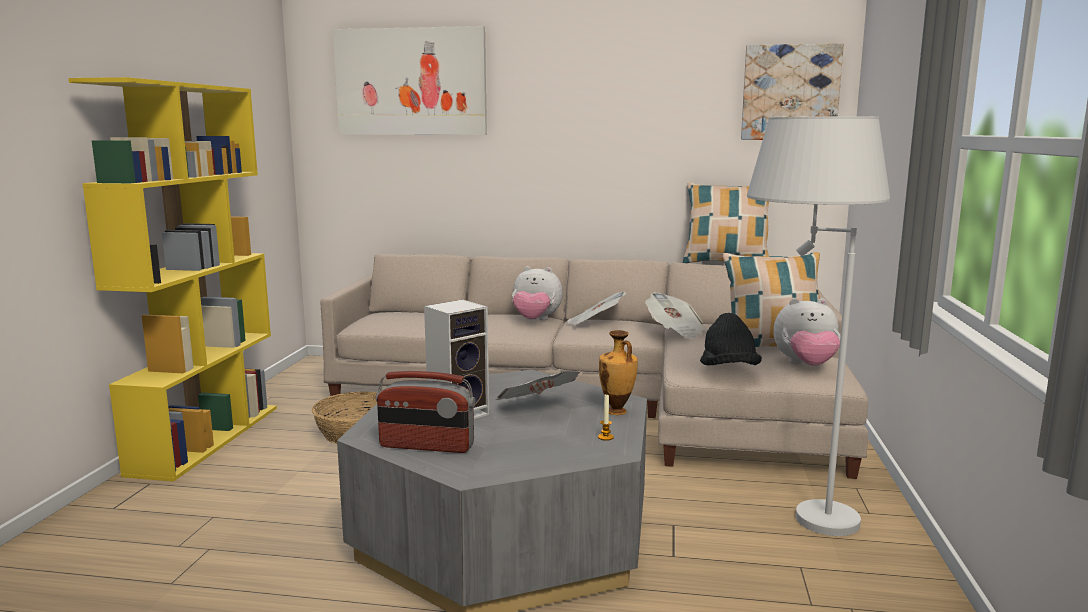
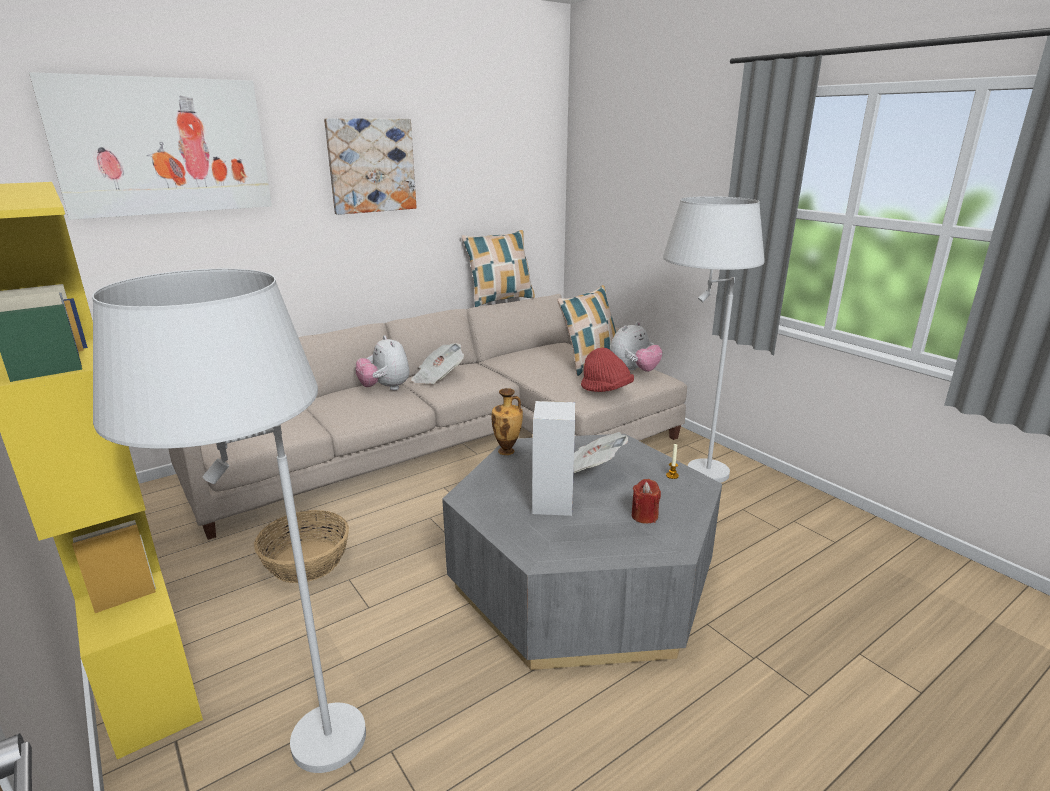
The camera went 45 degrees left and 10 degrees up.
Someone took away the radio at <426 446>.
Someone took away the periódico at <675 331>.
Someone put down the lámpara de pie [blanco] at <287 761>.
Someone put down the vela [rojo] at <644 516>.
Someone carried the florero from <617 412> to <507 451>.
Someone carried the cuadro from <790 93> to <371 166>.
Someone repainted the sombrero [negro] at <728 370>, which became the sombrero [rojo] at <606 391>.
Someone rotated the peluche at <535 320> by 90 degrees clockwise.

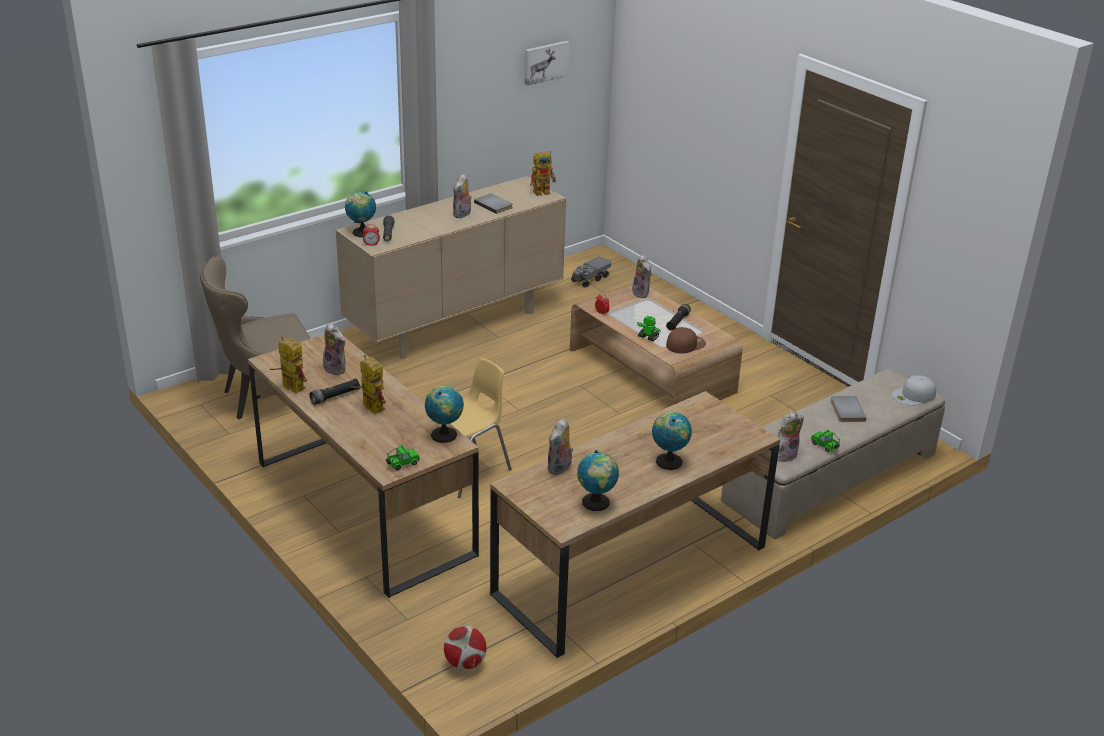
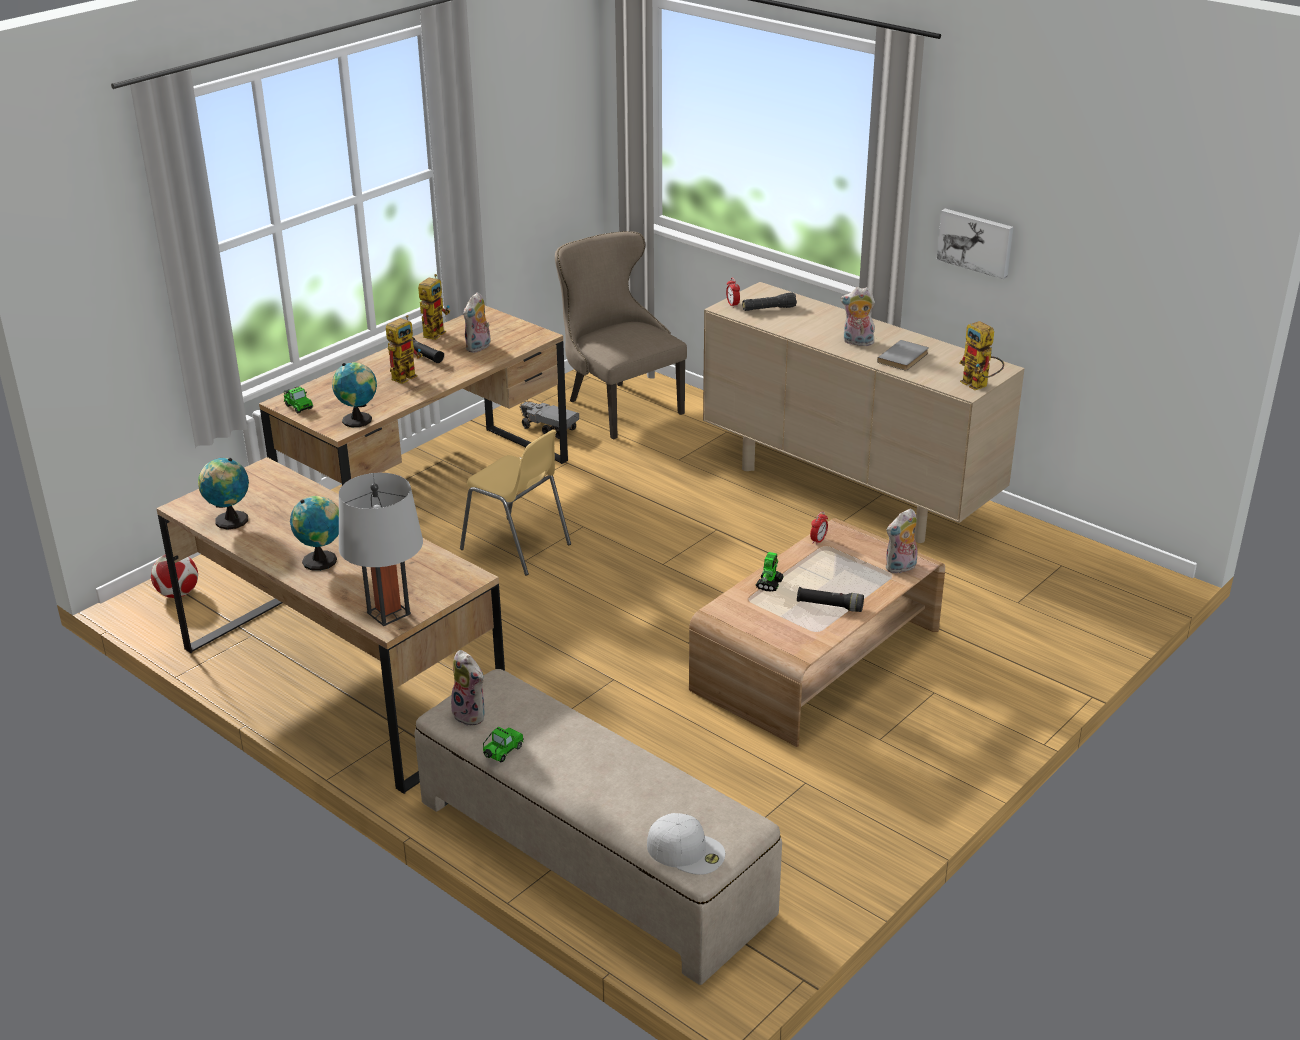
The camera went 80 degrees right and 0 degrees up.
Someone took away the globo terráqueo at <361 233>.
Someone took away the peluche at <560 468>.
Someone took away the gorra [marrón] at <685 344>.
Someone took away the libro [gris] at <846 410>.
Someone put down the lámpara de mesa [gris] at <388 613>.
Someone carried the cuadro from <545 62> to <976 242>.
Someone carried the camión de juguete from <590 279> to <549 429>.
Someone rotated the gorra [blanco] at <913 396> by 150 degrees clockwise.

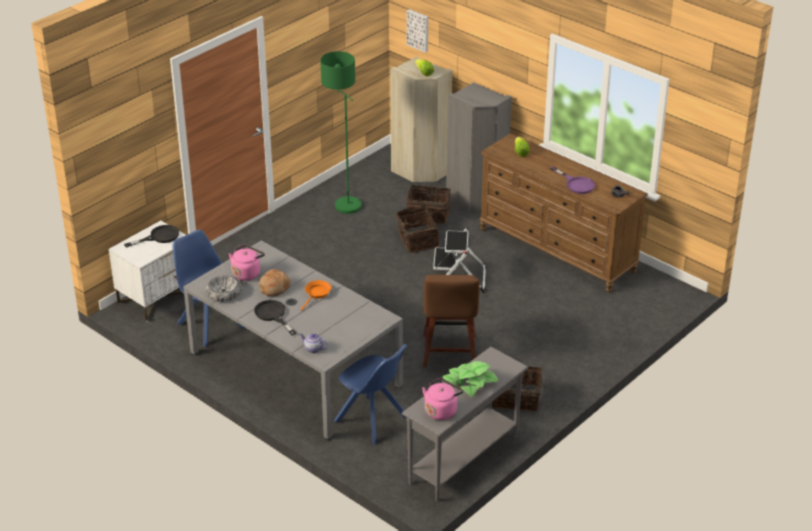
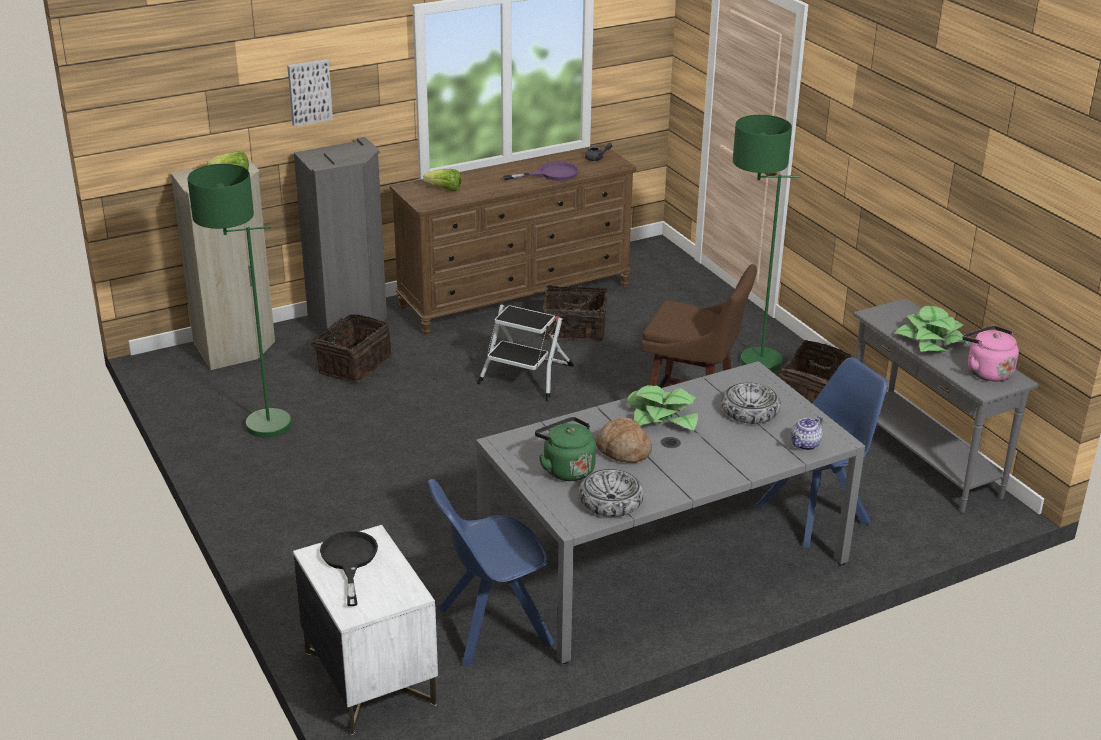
The camera went 70 degrees left and 5 degrees down.
Someone took away the sartén [negro] at <273 315>.
Someone put down the cuenco at <750 411>.
Someone put down the lámpara de pie [verde] at <748 362>.
Someone carried the cesta from <416 240> to <574 330>.
Someone carried the cuadro from <418 30> to <309 91>.
Someone swapped the sartén [naranja] at <317 294> for the planta en maceta at <662 416>.
Someone repainted the hervidor [rosa] at <247 273>, which became the hervidor [verde] at <566 469>.

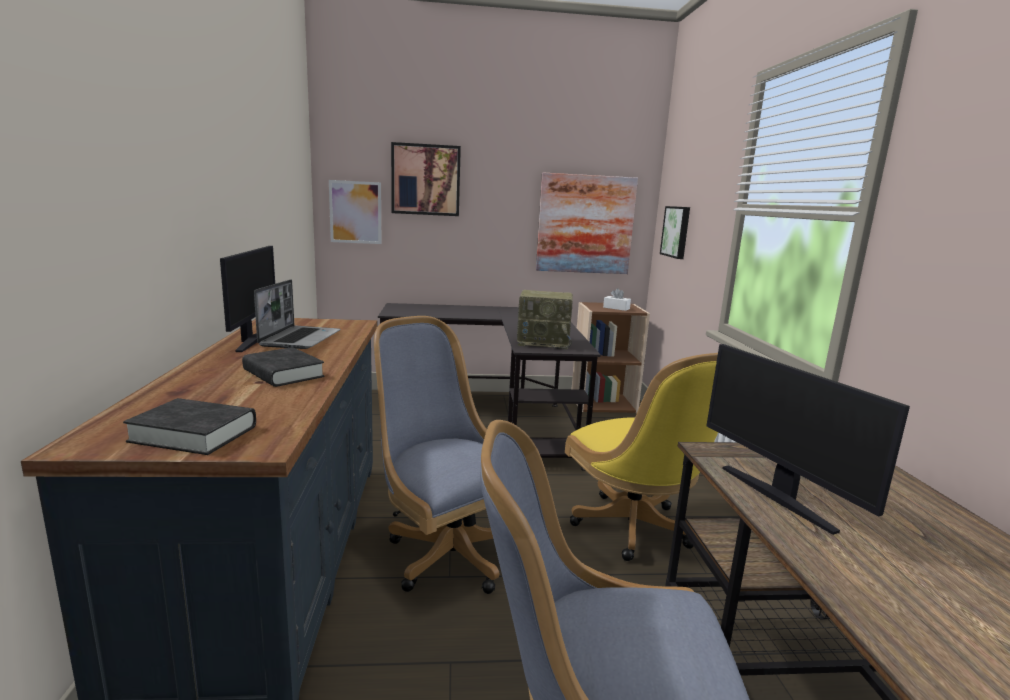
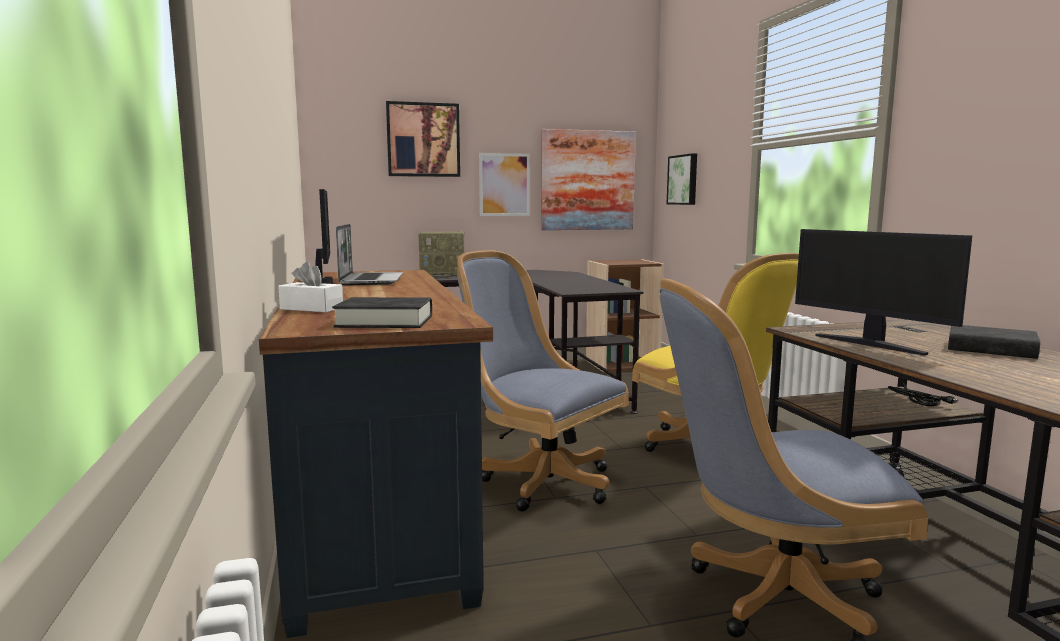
The camera went 10 degrees left and 5 degrees down.
Someone carried the libro [negro] from <283 373> to <991 349>.
Someone carried the cuadro from <355 212> to <504 184>.
Someone carried the radio from <544 342> to <443 274>.
Someone carried the caja de pañuelos [blanco] from <616 308> to <311 308>.

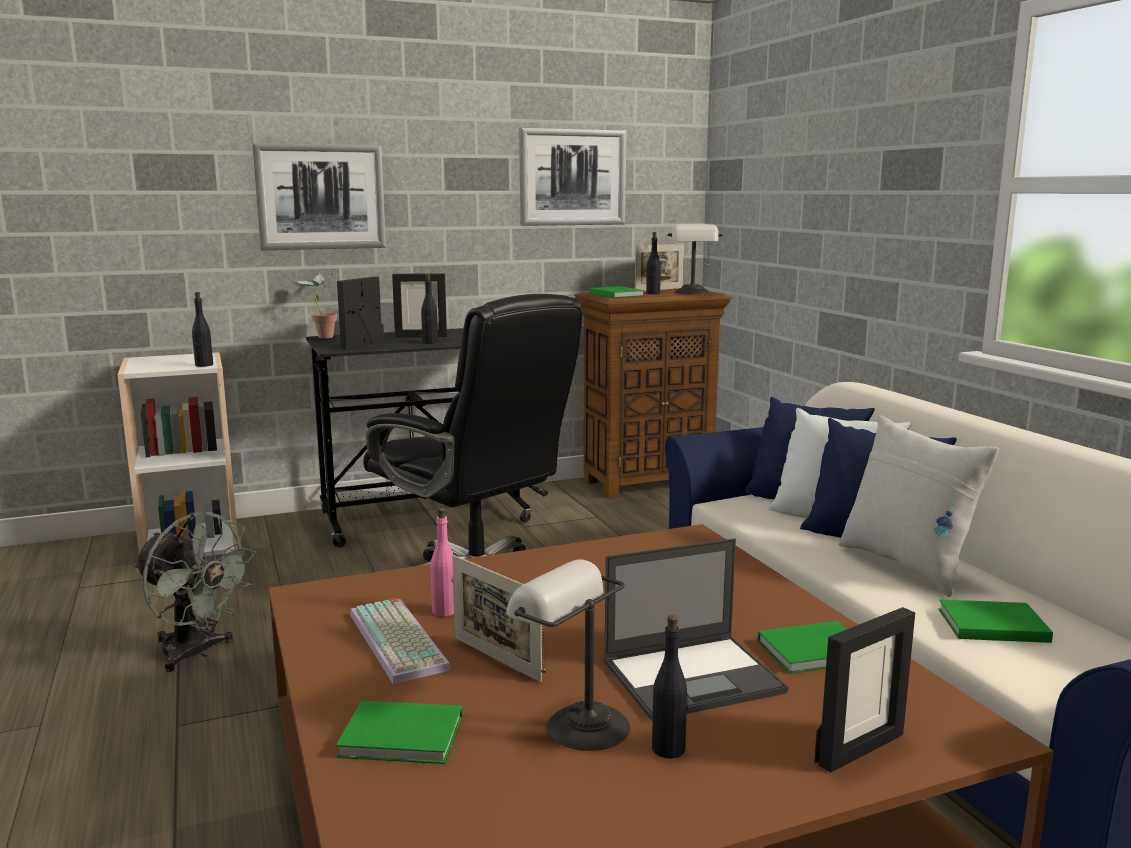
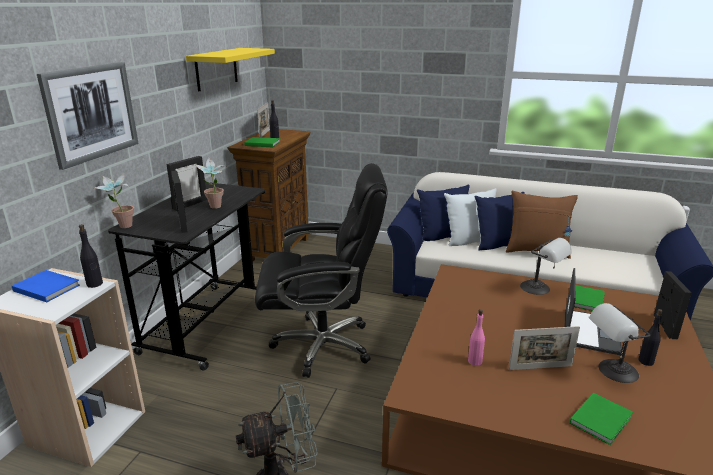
The camera went 50 degrees left and 10 degrees up.
Someone took away the teclado at <401 641>.
Someone took away the libro [verde] at <989 624>.
Someone put down the libro [azul] at <46 287>.
Someone carried the lámpara de mesa from <693 293> to <541 289>.
Someone swapped the botella [negro] at <430 342> for the planta en maceta at <215 208>.
Someone swapped the cuadro at <572 177> for the estante [amarillo] at <216 69>.
Someone repainted the cojín [gris] at <905 566>, which became the cojín [marrón] at <536 251>.

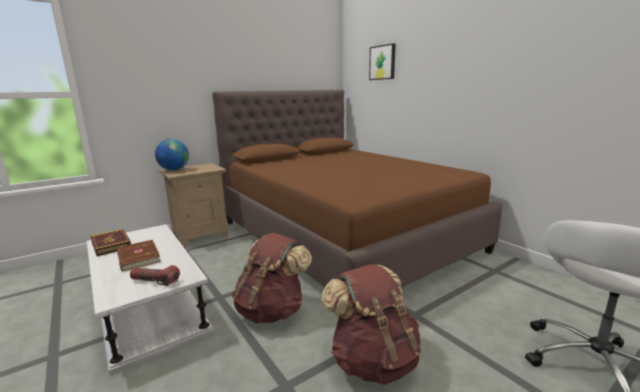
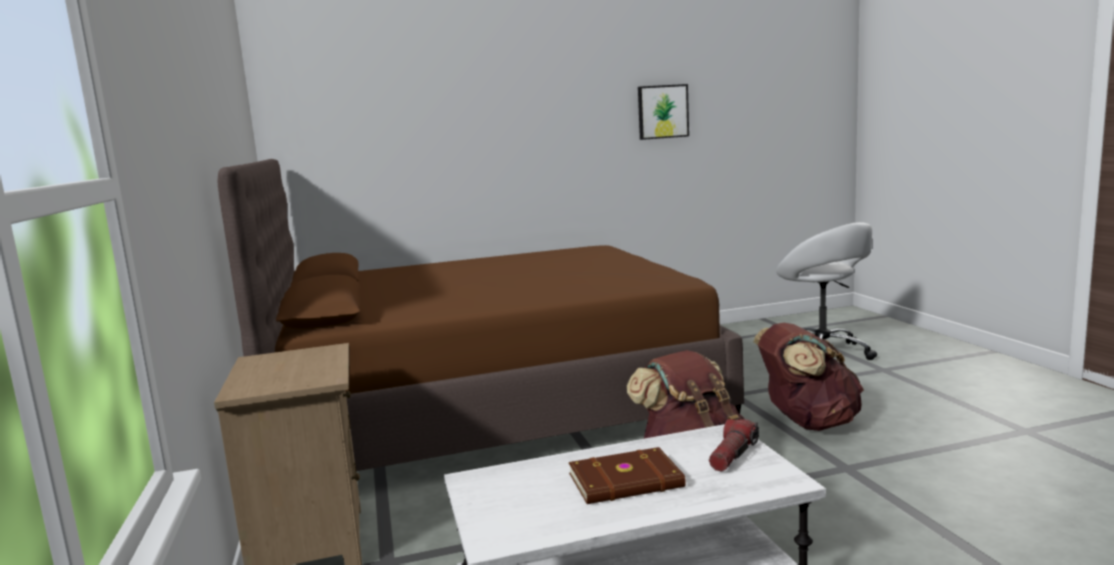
The camera went 70 degrees left and 5 degrees down.
Someone took away the libro at <111 244>.
Someone took away the globo terráqueo at <174 170>.
Someone carried the cuadro from <382 62> to <662 112>.

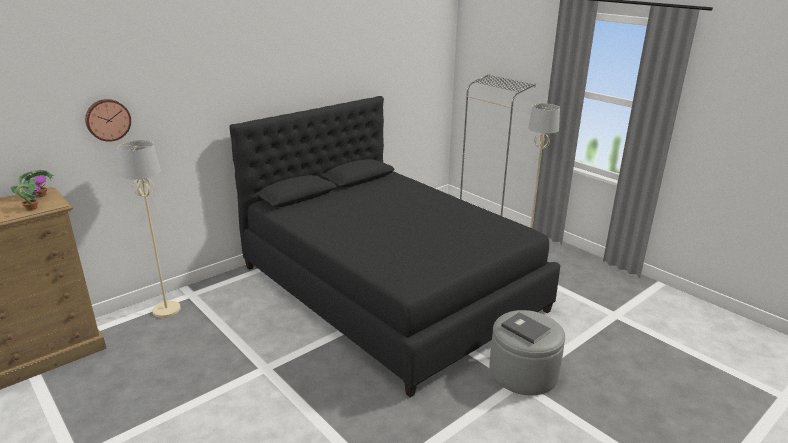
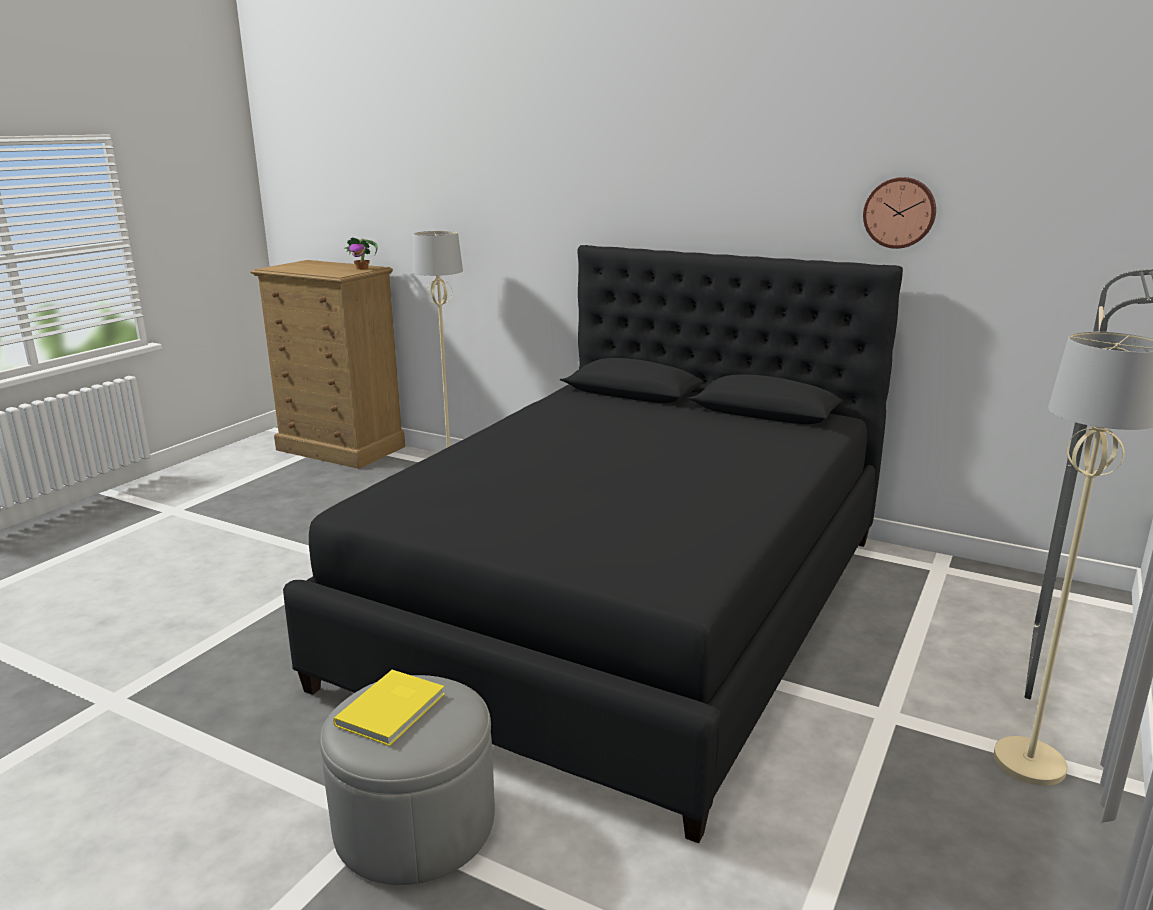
The camera went 70 degrees right and 5 degrees down.
Someone took away the planta en maceta at <31 208>.
Someone carried the reloj de pared from <107 119> to <899 212>.
Someone repainted the libro [gris] at <525 328>, which became the libro [amarillo] at <394 709>.

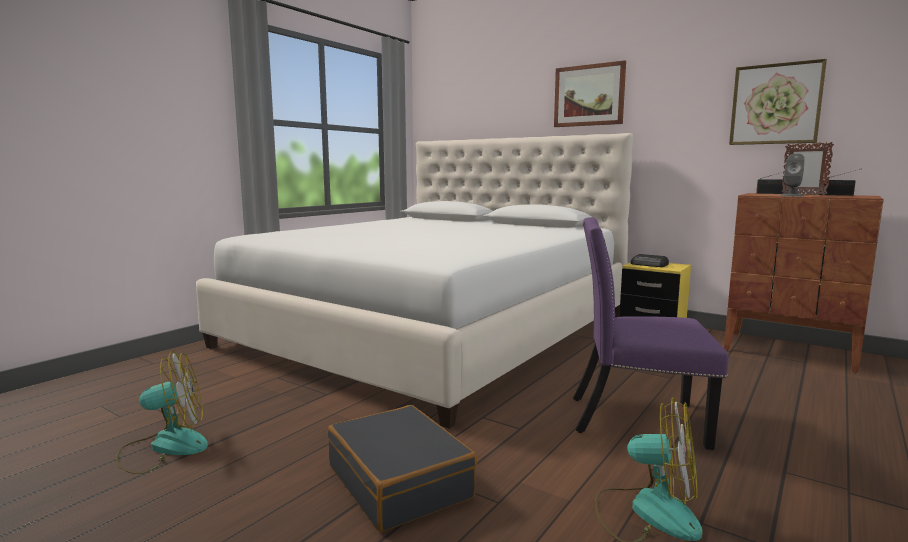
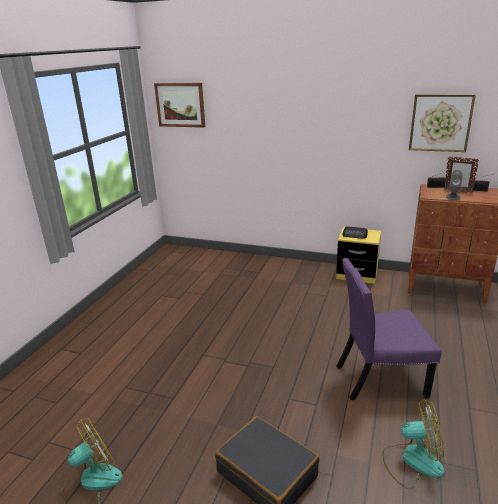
The camera went 15 degrees left and 15 degrees up.
Someone took away the cama [blanco] at <432 330>.
Someone carried the cuadro from <589 95> to <180 105>.

